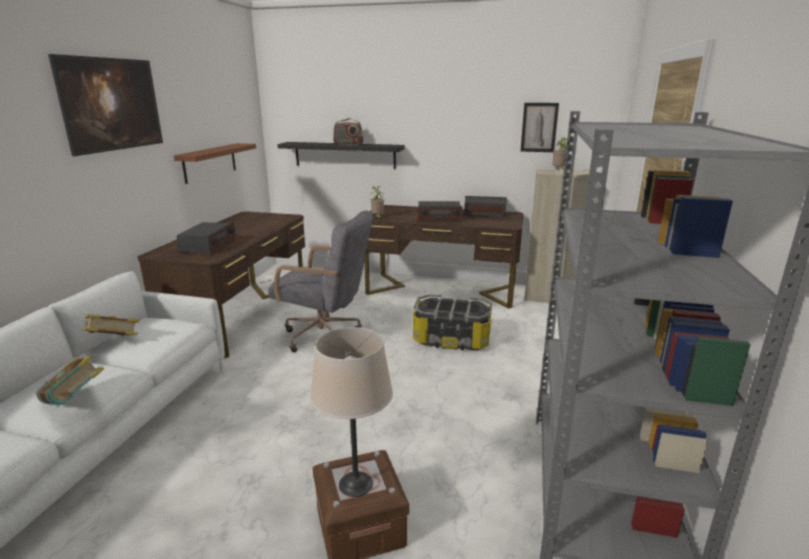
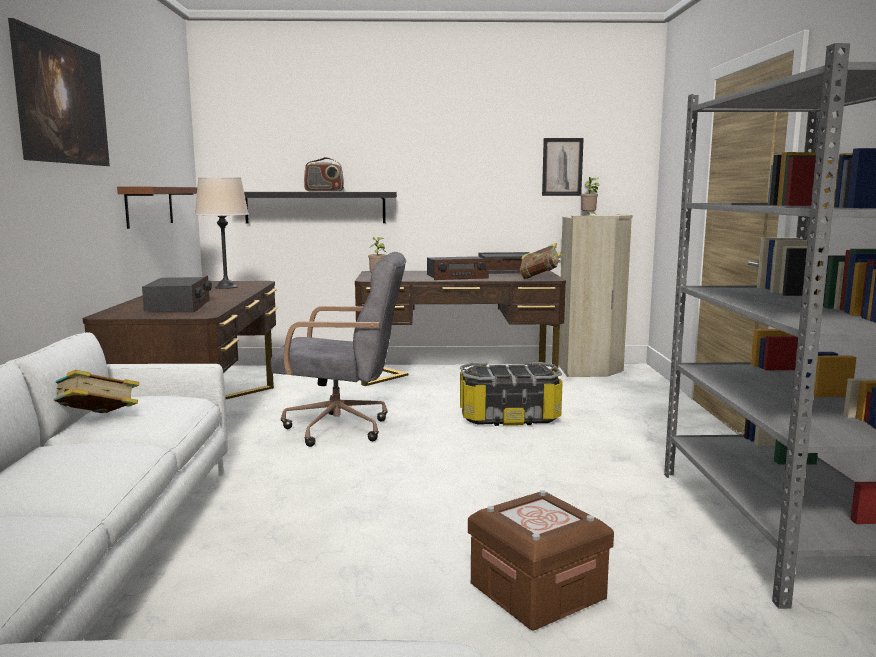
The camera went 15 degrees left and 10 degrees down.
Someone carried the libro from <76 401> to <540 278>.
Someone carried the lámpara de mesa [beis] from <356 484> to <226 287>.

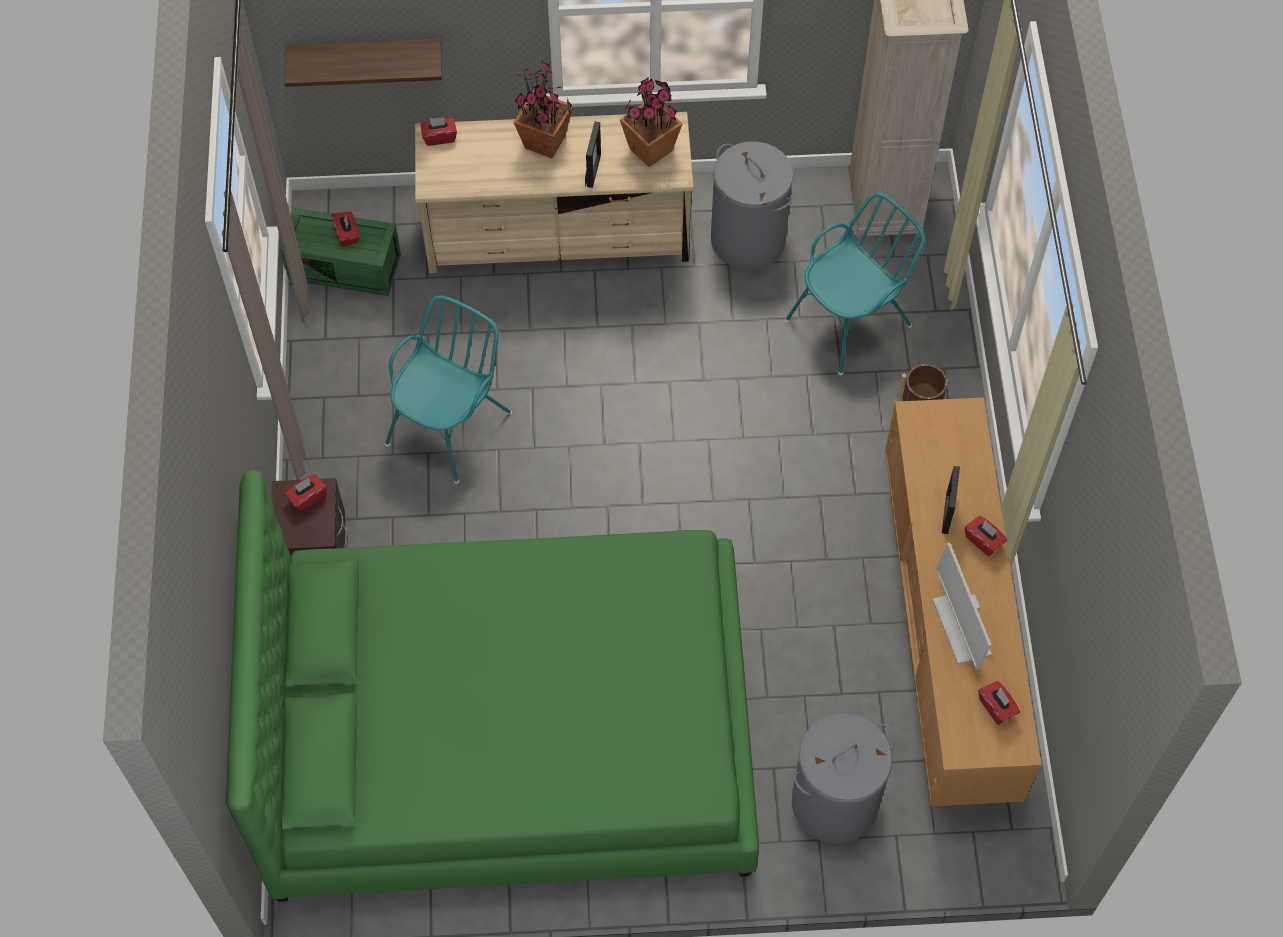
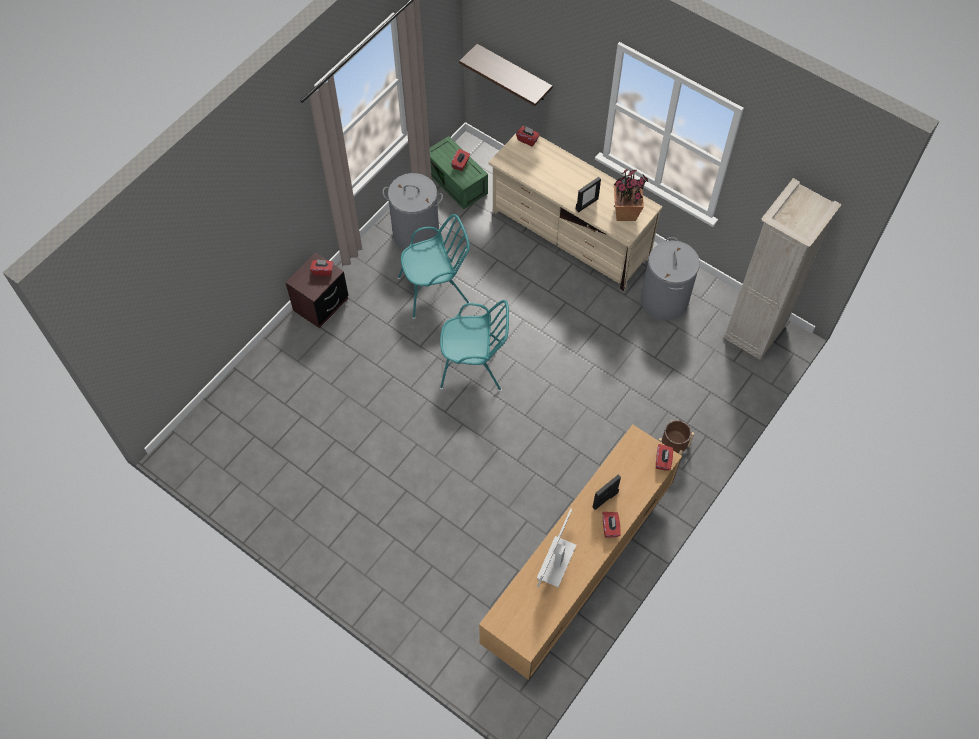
The camera went 40 degrees right and 0 degrees up.
Someone took away the cama [verde] at <509 734>.
Someone took away the planta en maceta at <545 143>.
Someone carried the silla [turquesa] from <851 319> to <475 365>.
Someone carried the cesto de la ropa [gris] from <834 802> to <416 234>.
Someone carried the caja de pañuelos [rojo] from <997 707> to <663 461>.

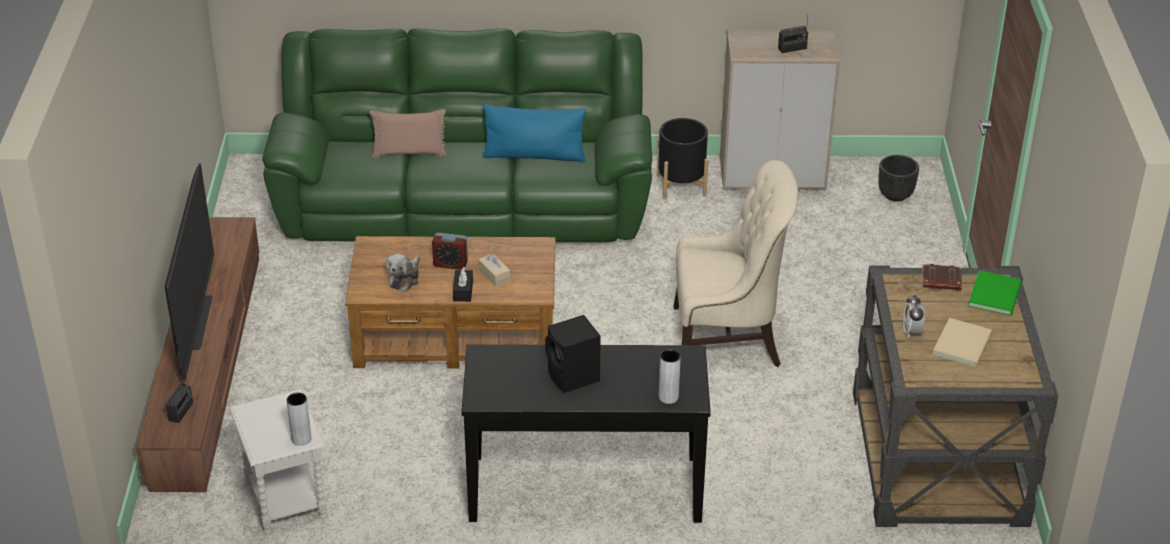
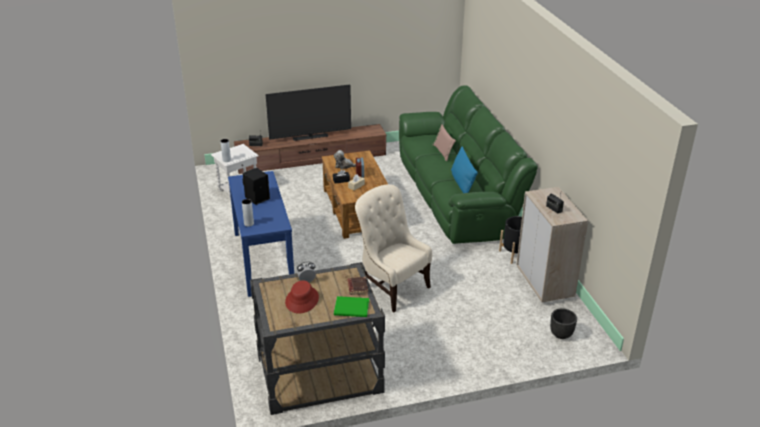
The camera went 75 degrees right and 5 degrees down.
Someone swapped the libro [beis] at <964 343> for the sombrero [rojo] at <302 300>.
Someone repainted the mesa consola [negro] at <585 489>, which became the mesa consola [azul] at <263 260>.
Someone rotated the sillón [beis] at <728 337> by 150 degrees clockwise.

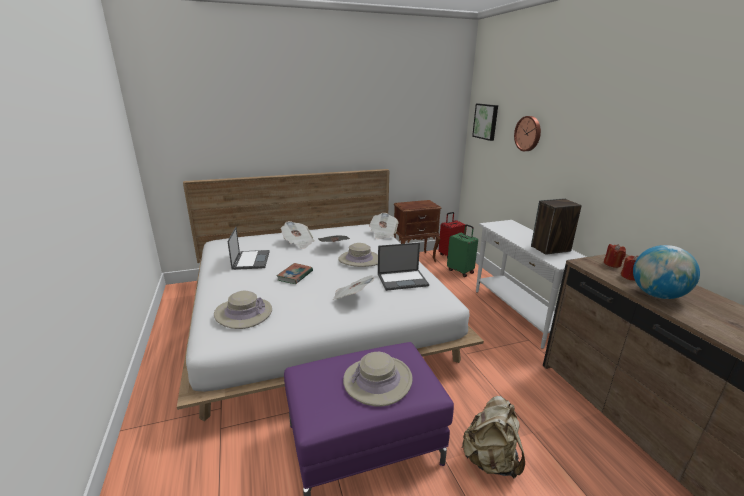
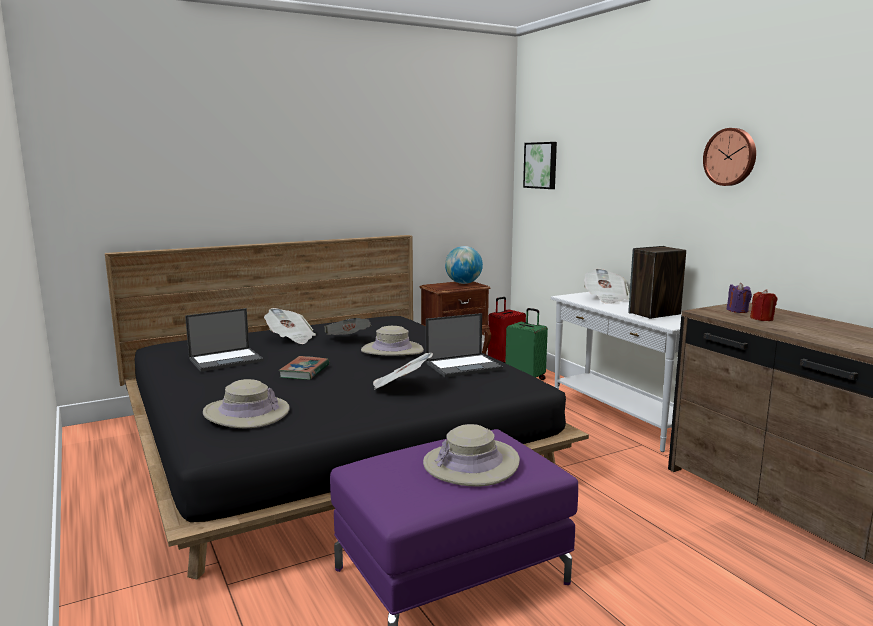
The camera went 10 degrees left and 10 degrees down.
Someone took away the mochila [beis] at <490 460>.
Someone carried the periódico from <383 234> to <605 299>.
Someone carried the reloj de pared from <528 133> to <731 157>.
Someone carried the globo terráqueo from <657 295> to <463 283>.
Someone repainted the cama [blanco] at <318 317>, which became the cama [negro] at <332 446>.
Someone repainted the vela [rojo] at <612 264>, which became the vela [morado] at <737 310>.
Someone rotated the portátil at <251 260> by 75 degrees clockwise.

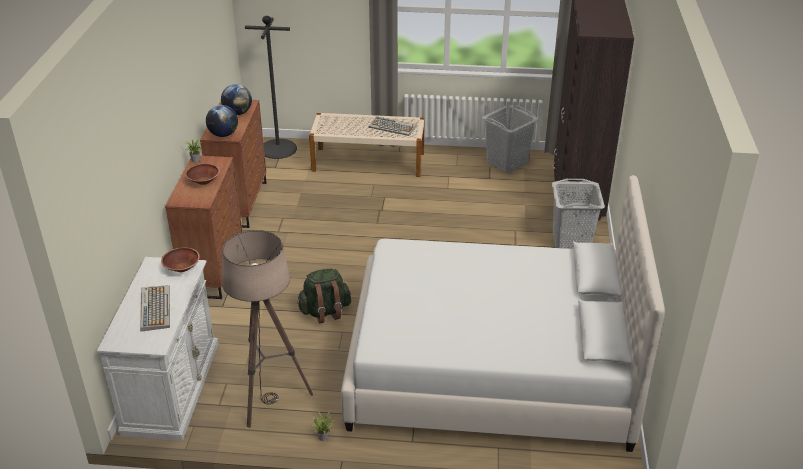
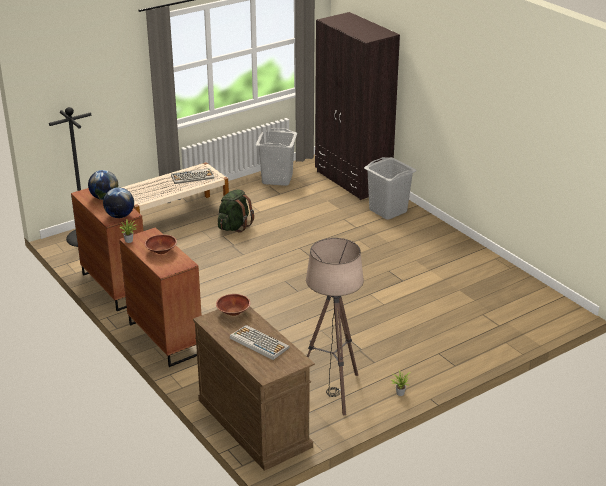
The camera went 40 degrees left and 5 degrees down.
Someone took away the cama [blanco] at <490 367>.
Someone carried the mochila [verde] from <325 311> to <234 226>.
Someone repainted the cómoda [blanco] at <171 387>, which became the cómoda [marrón] at <254 423>.

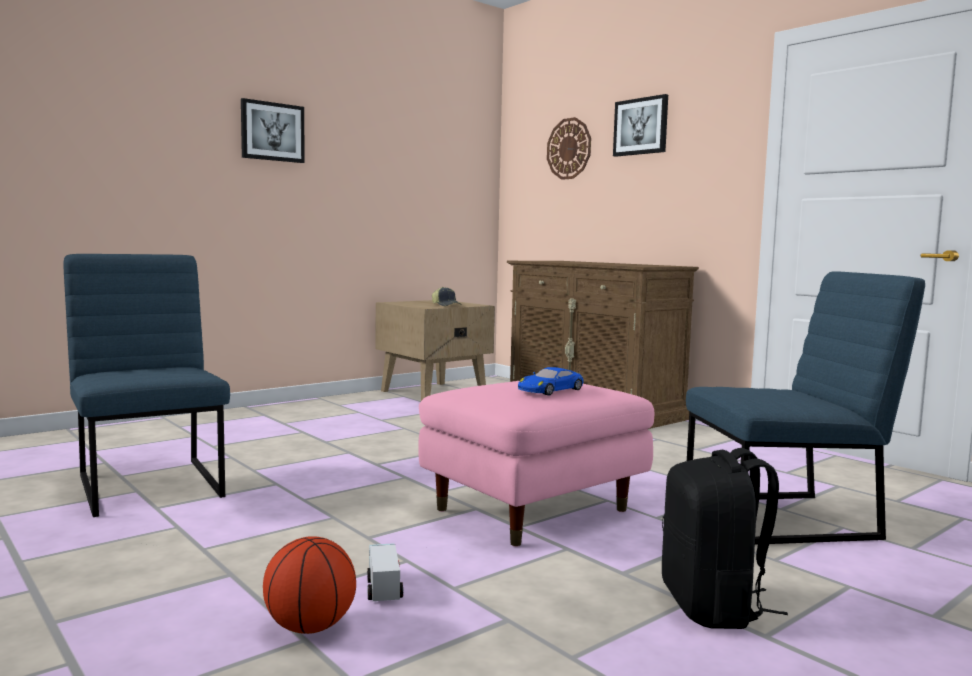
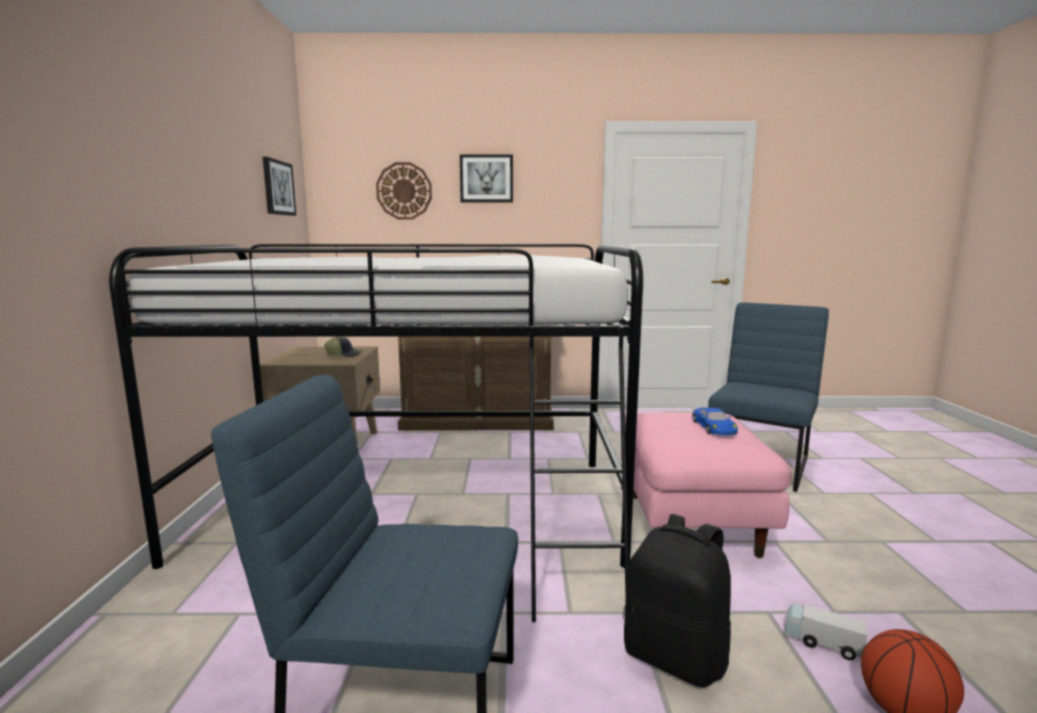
The camera went 50 degrees left and 5 degrees up.
Someone put down the cama [negro] at <418 509>.
Someone carried the cuadro from <272 131> to <278 188>.
Someone carried the mochila [negro] from <713 607> to <676 656>.

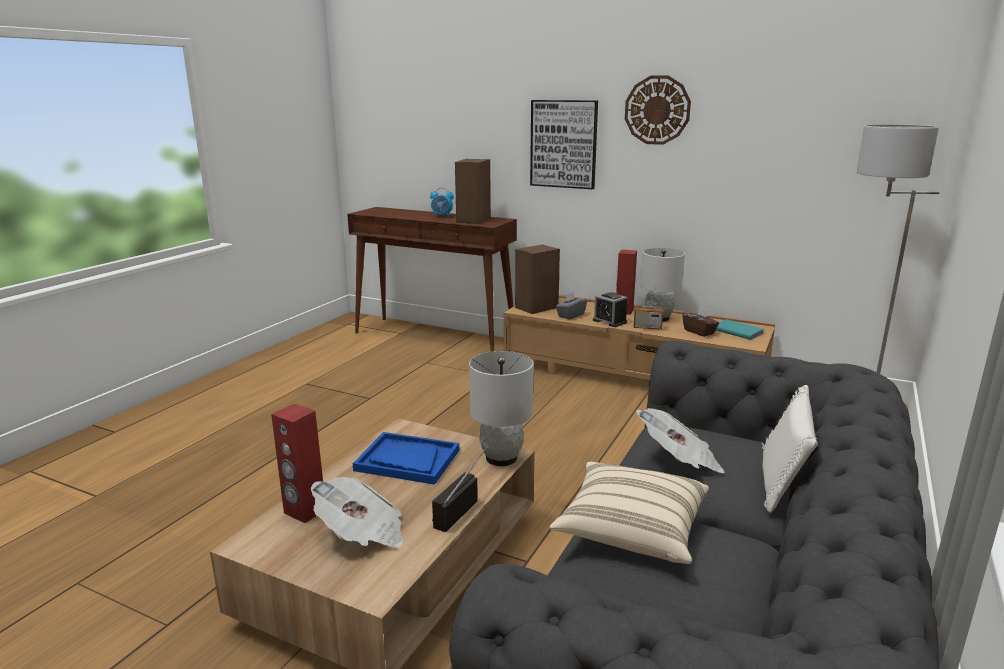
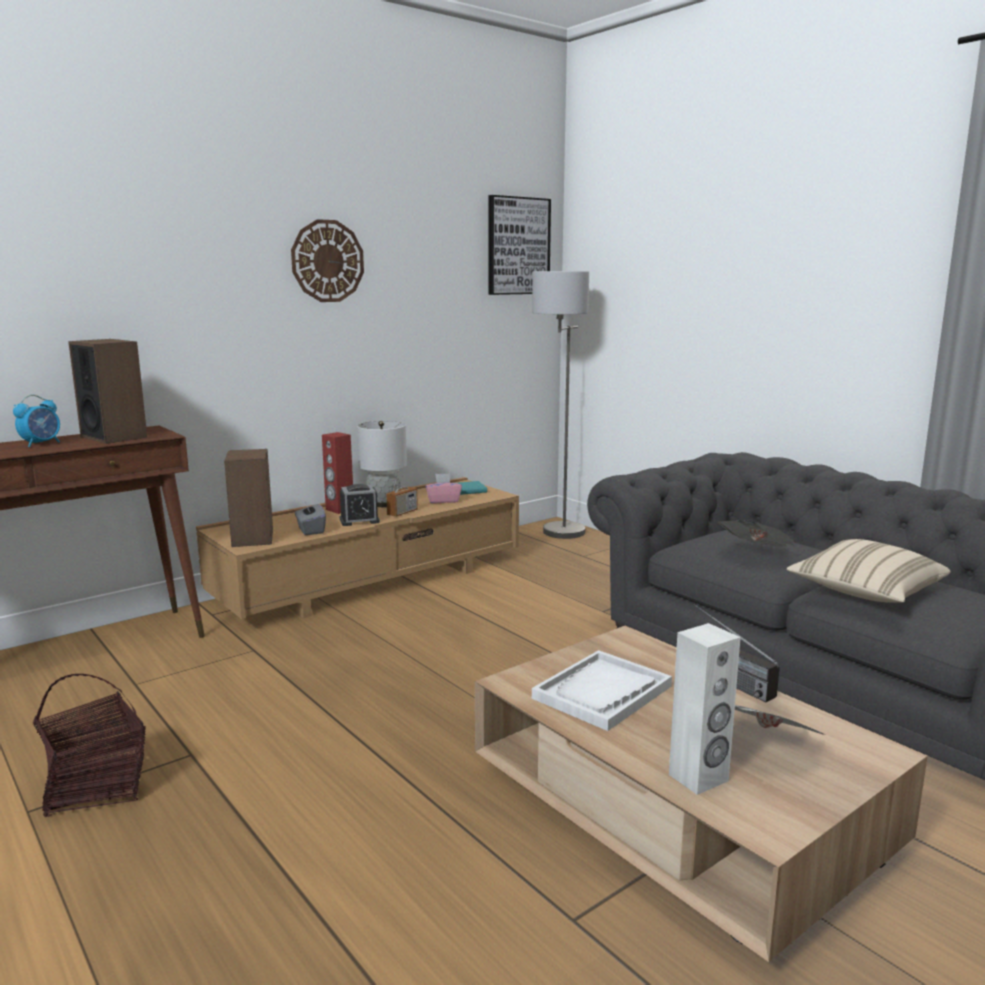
The camera went 65 degrees left and 5 degrees down.
Someone took away the lámpara de mesa [blanco] at <501 458>.
Someone took away the cojín [blanco] at <782 481>.
Someone put down the cesta at <96 786>.
Someone carried the cuadro from <564 144> to <518 246>.
Someone repainted the altavoz [rojo] at <304 511>, which became the altavoz [blanco] at <699 778>.
Someone repainted the bandeja [azul] at <407 460>, which became the bandeja [blanco] at <602 692>.
Someone repainted the caja de pañuelos [marrón] at <699 332>, which became the caja de pañuelos [rosa] at <443 500>.

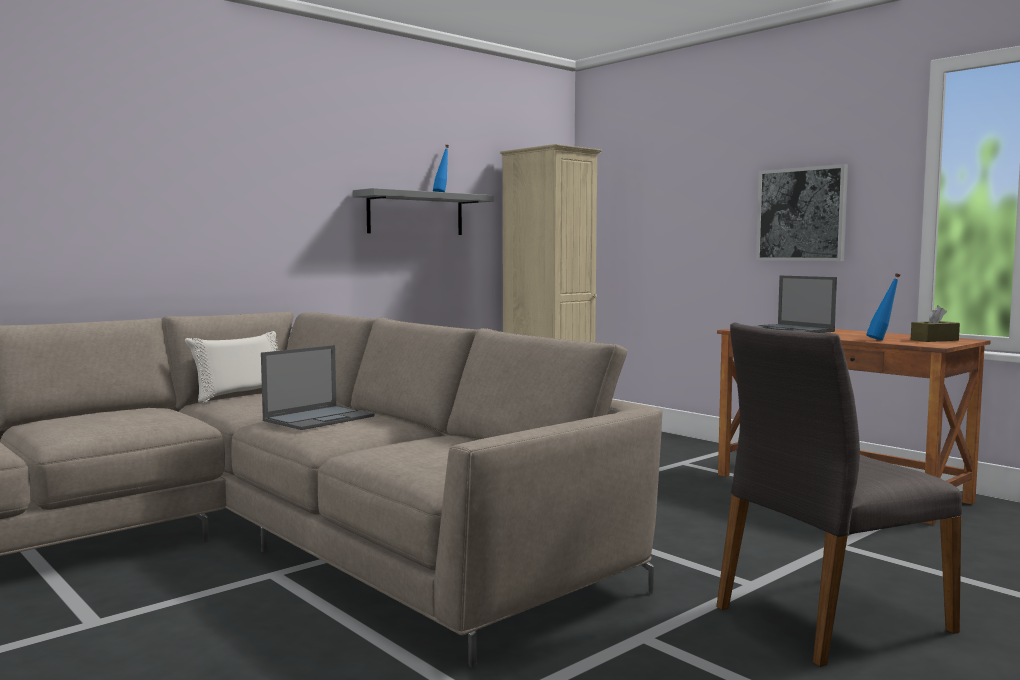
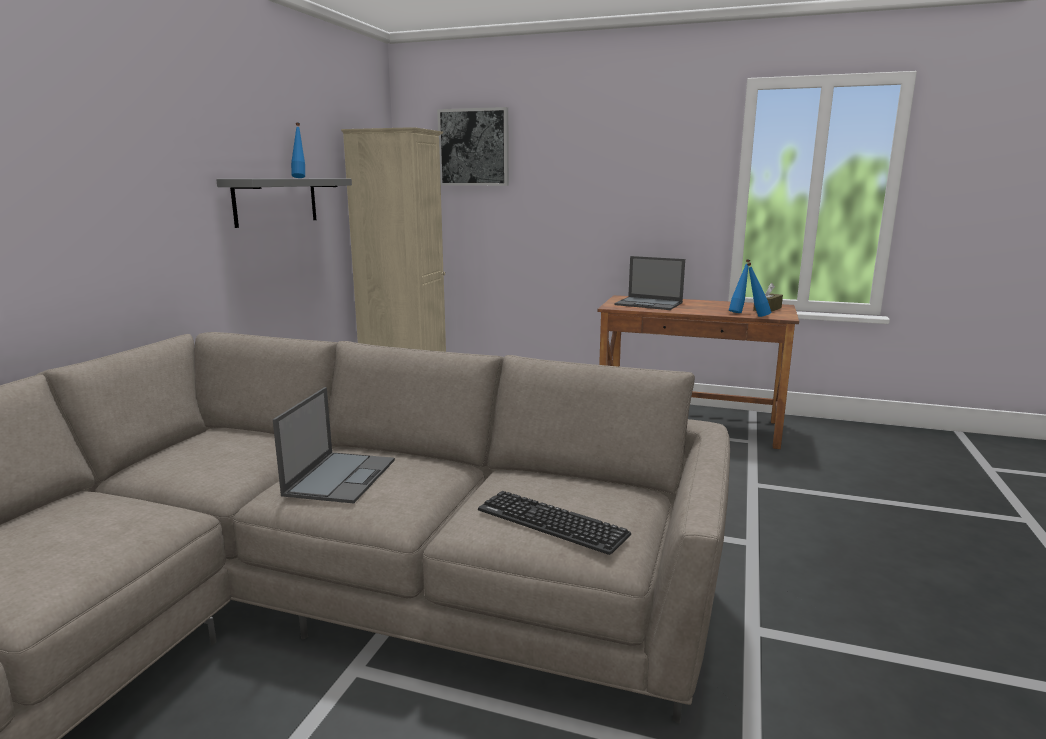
The camera went 30 degrees left and 10 degrees up.
Someone took away the cojín [blanco] at <239 395>.
Someone took away the silla [gris] at <828 618>.
Someone put down the teclado at <551 522>.
Someone put down the botella [azul] at <756 316>.
Someone carried the cuadro from <801 214> to <474 147>.

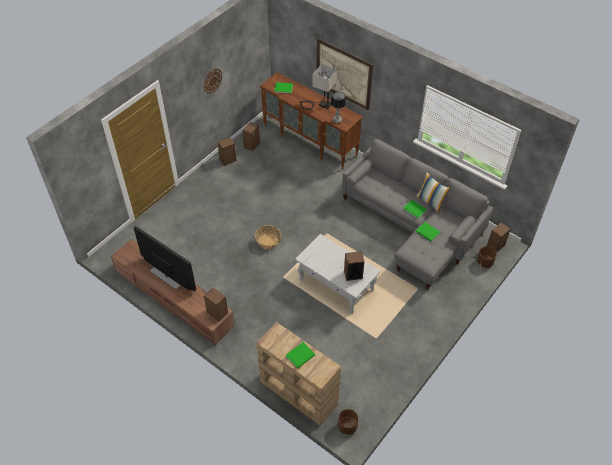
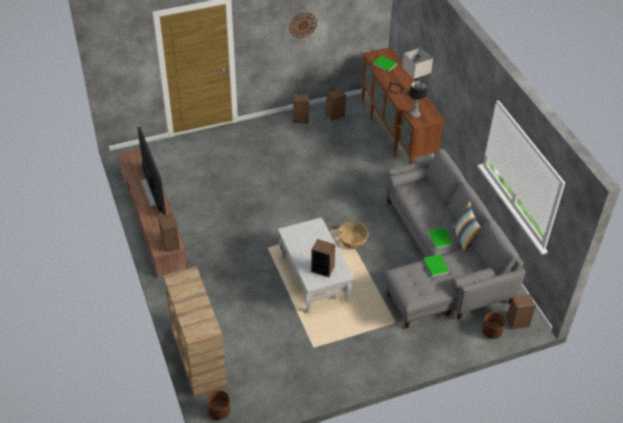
The camera went 30 degrees right and 5 degrees down.
Someone took away the libro [verde] at <301 355>.
Someone took away the cuadro at <343 74>.
Someone carried the cesta from <268 241> to <352 240>.

